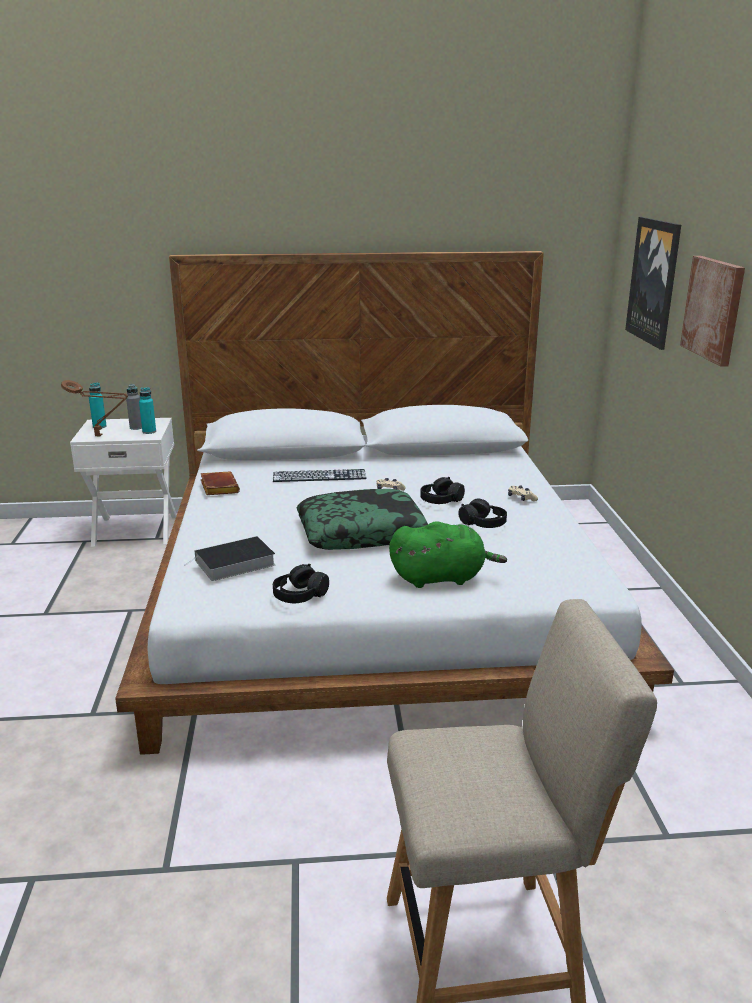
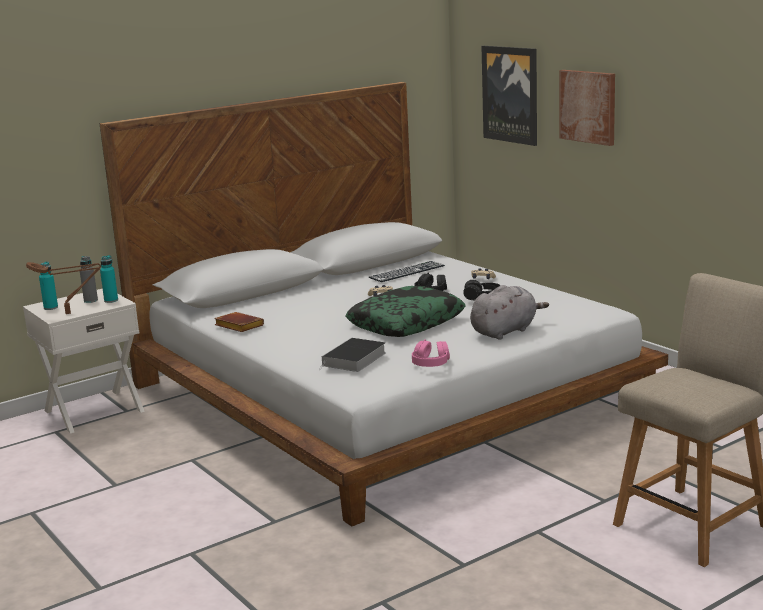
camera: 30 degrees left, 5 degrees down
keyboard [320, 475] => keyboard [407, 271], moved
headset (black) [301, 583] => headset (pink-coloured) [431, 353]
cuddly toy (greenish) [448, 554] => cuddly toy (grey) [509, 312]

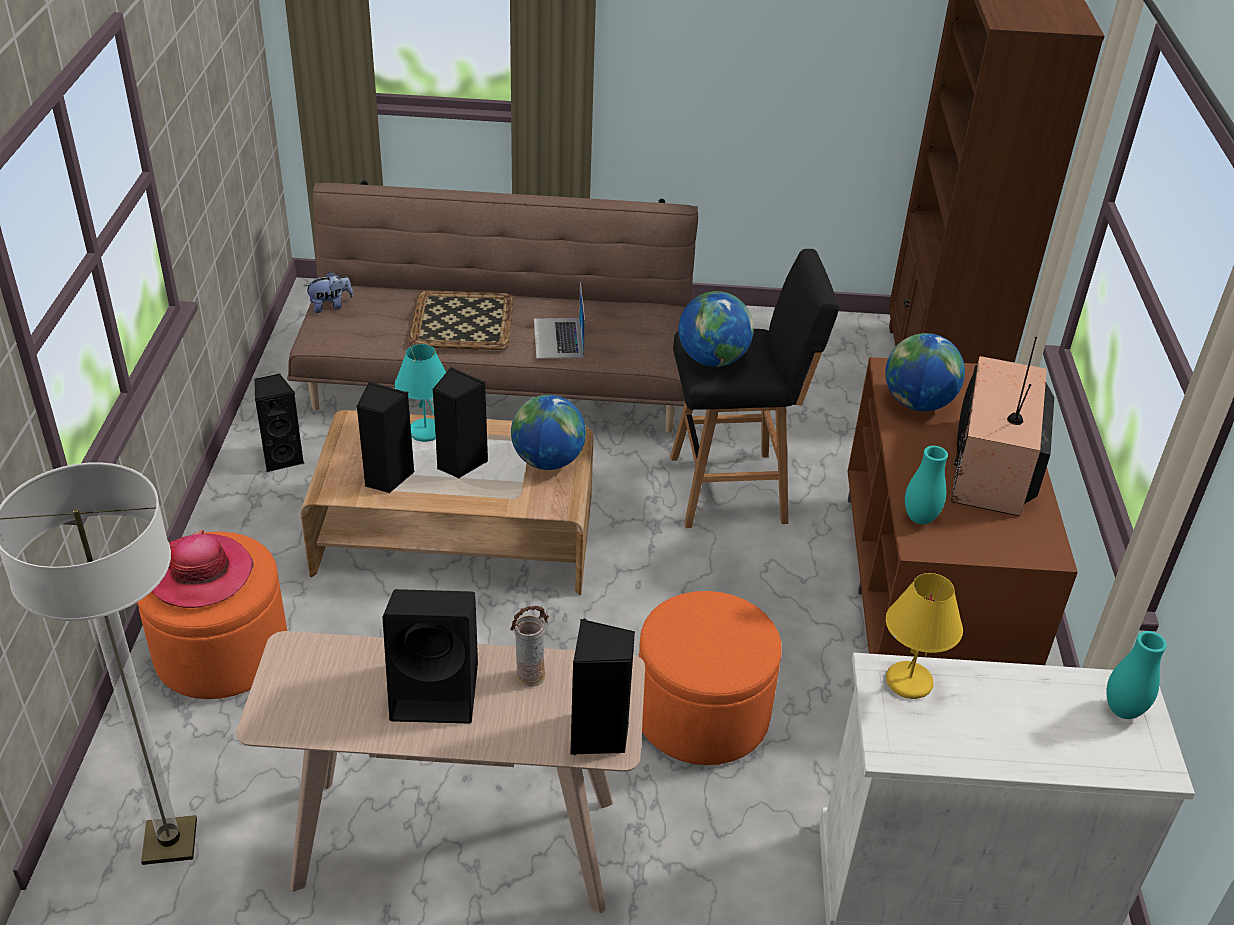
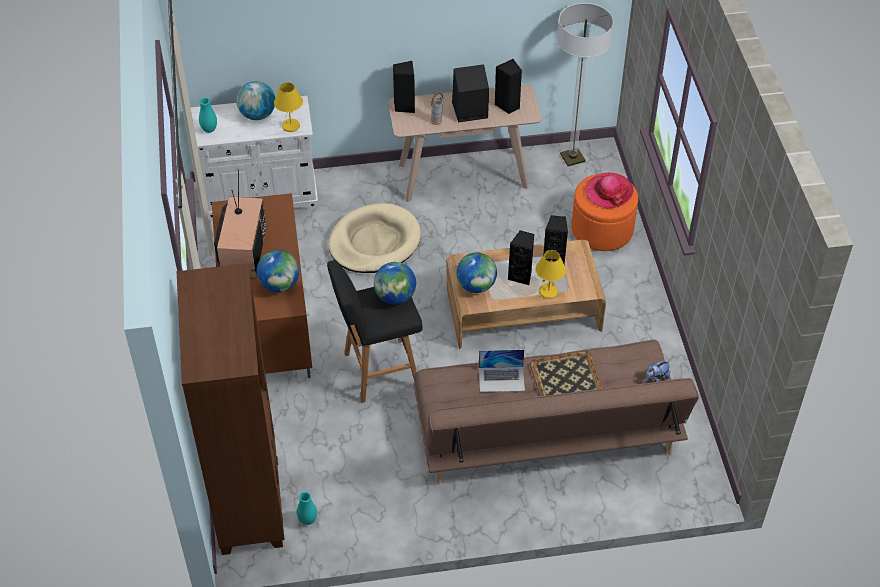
camera: 170 degrees right, 10 degrees up
audio speaker (black) [279, 423] => audio speaker (black) [508, 86], moved
lamp for a table (turquoise-coloured) [420, 393] => lamp for a table (yellow-coloured) [550, 274]
notebook computer [559, 320] => notebook computer [502, 371], 105 degrees clockwise
footrest (orange) [710, 678] => pet bed (beige) [374, 238]
vase (turquoise-coloured) [926, 485] => vase (turquoise-coloured) [307, 508], moved
nothing => globe [255, 100]

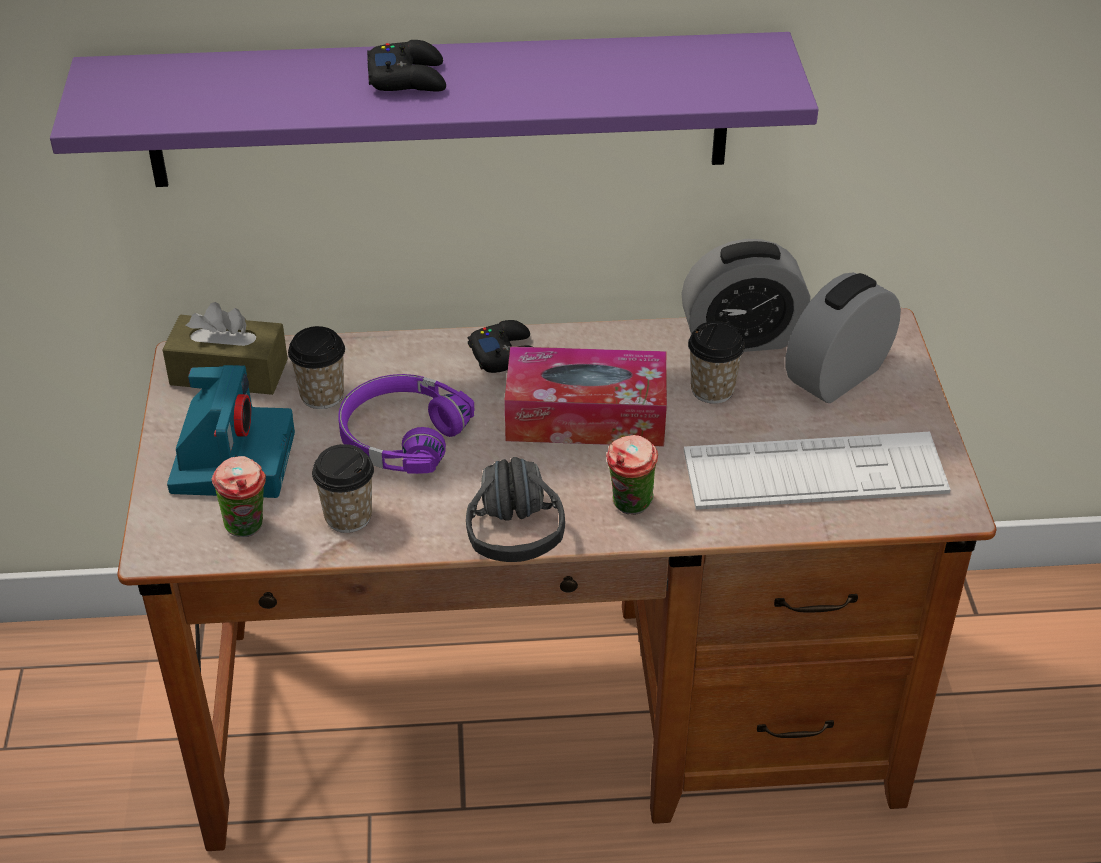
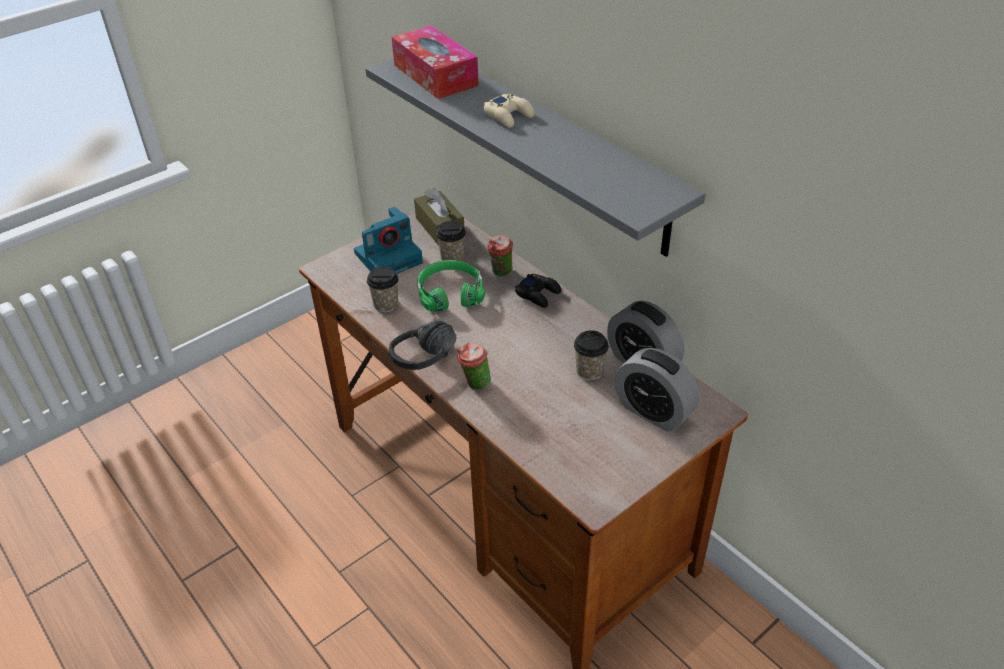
camera: 55 degrees right, 0 degrees up
shelf (purple) [434, 109] => shelf (grey) [535, 157]
small cup [239, 496] => small cup [500, 256], moved
headset (purple) [406, 424] => headset (greenish) [451, 286]
gamepad (black) [406, 65] => gamepad (beige) [509, 111]
tissue box [586, 396] => tissue box [435, 62], moved
keyboard [817, 471] => nothing
bedside clock [843, 337] => bedside clock [657, 389], 150 degrees counterclockwise

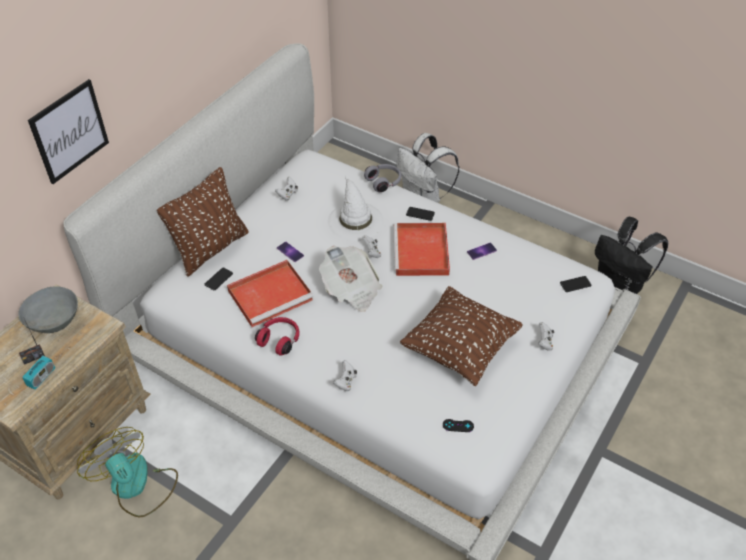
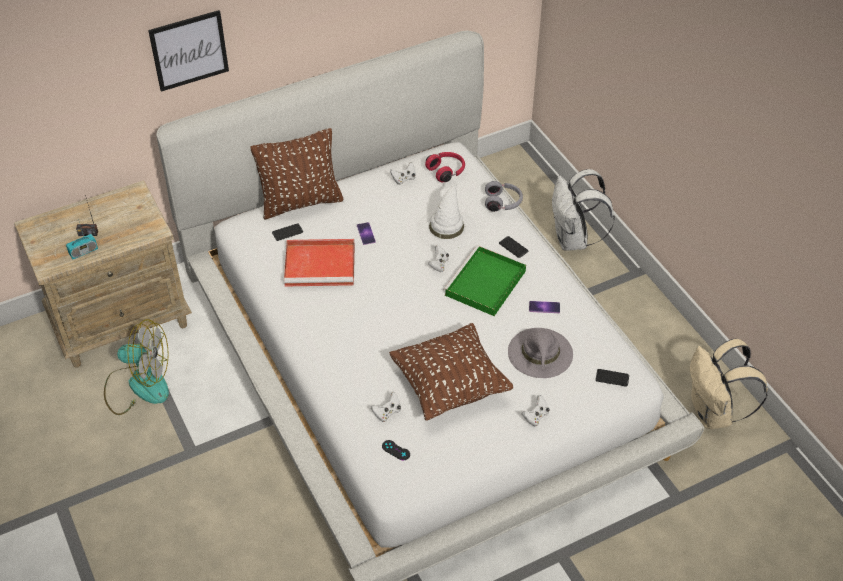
camera: 30 degrees right, 0 degrees up
bowl (grey) [48, 309] => nothing
fan [127, 472] => fan [136, 367], 105 degrees clockwise
headset (red-coloured) [277, 336] => headset (red-coloured) [445, 167], moved
daily paper [350, 279] => nothing
gamepad (white) [345, 375] => gamepad (white) [386, 407], moved
carrying tray (red-coloured) [421, 249] => carrying tray (greenish) [484, 280]
backpack (black) [632, 255] => backpack (beige) [729, 383]
nothing => wearable hat (grey) [540, 353]

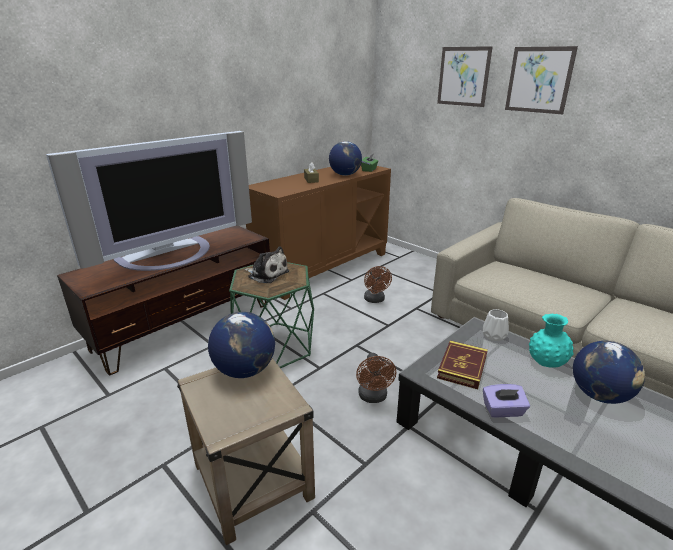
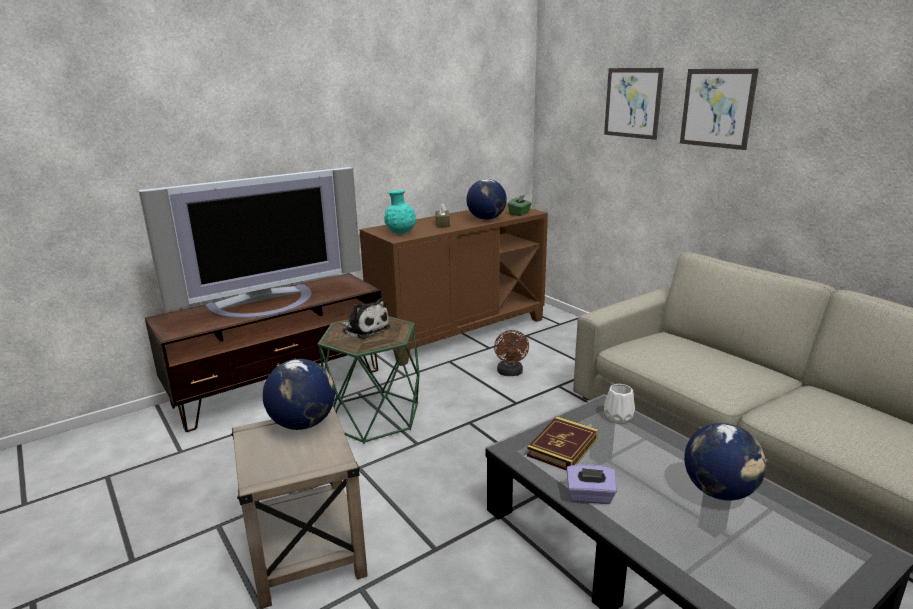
camera: 10 degrees right, 5 degrees down
fan (brownish) [376, 378] => nothing
vase (turquoise-coloured) [551, 341] => vase (turquoise-coloured) [400, 212], moved

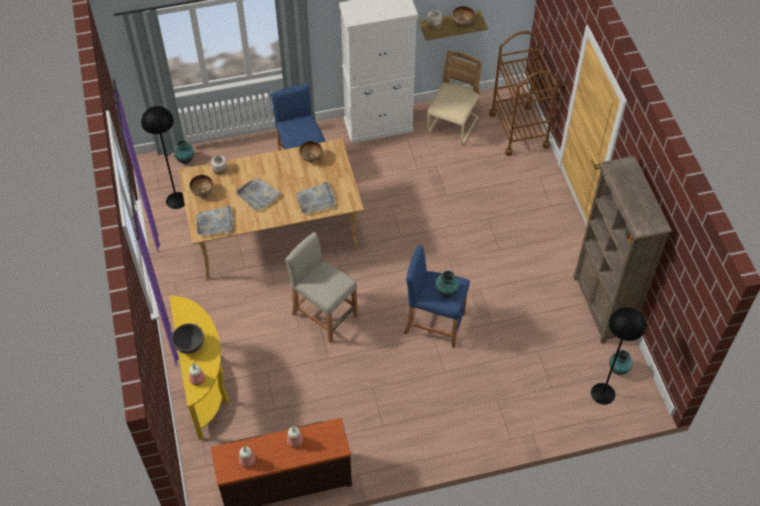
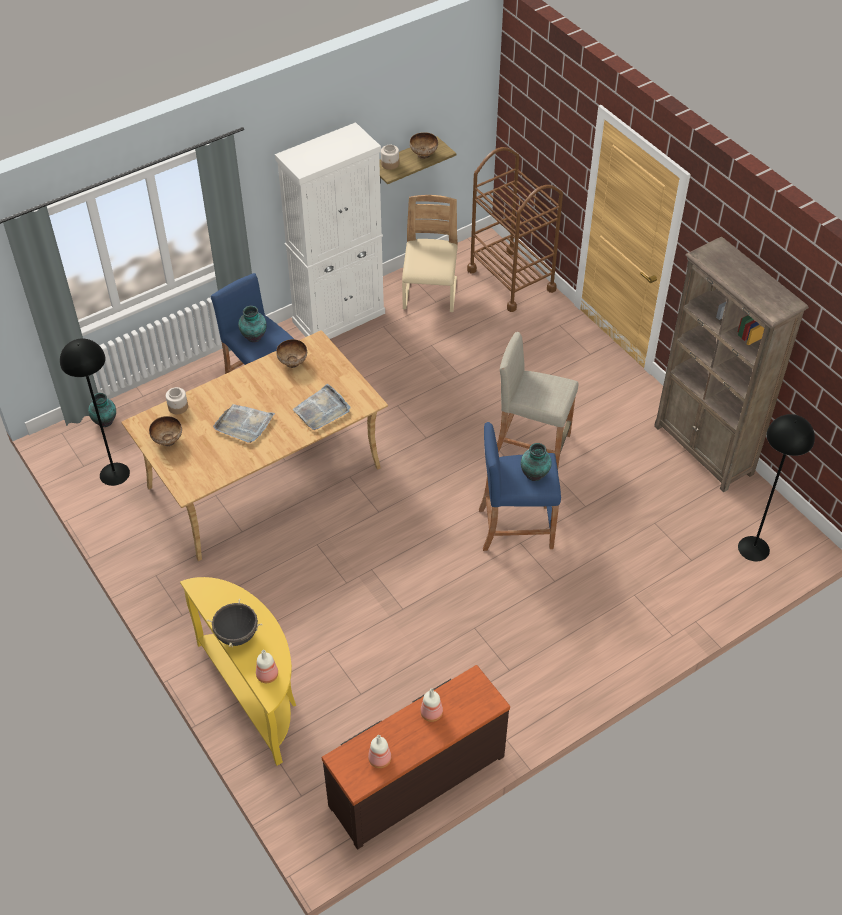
camera: 20 degrees left, 5 degrees down
carrying tray (grey) [215, 220] => nothing
stool (beige) [321, 287] => stool (beige) [538, 400], moved
vase [620, 362] => vase [252, 324], moved

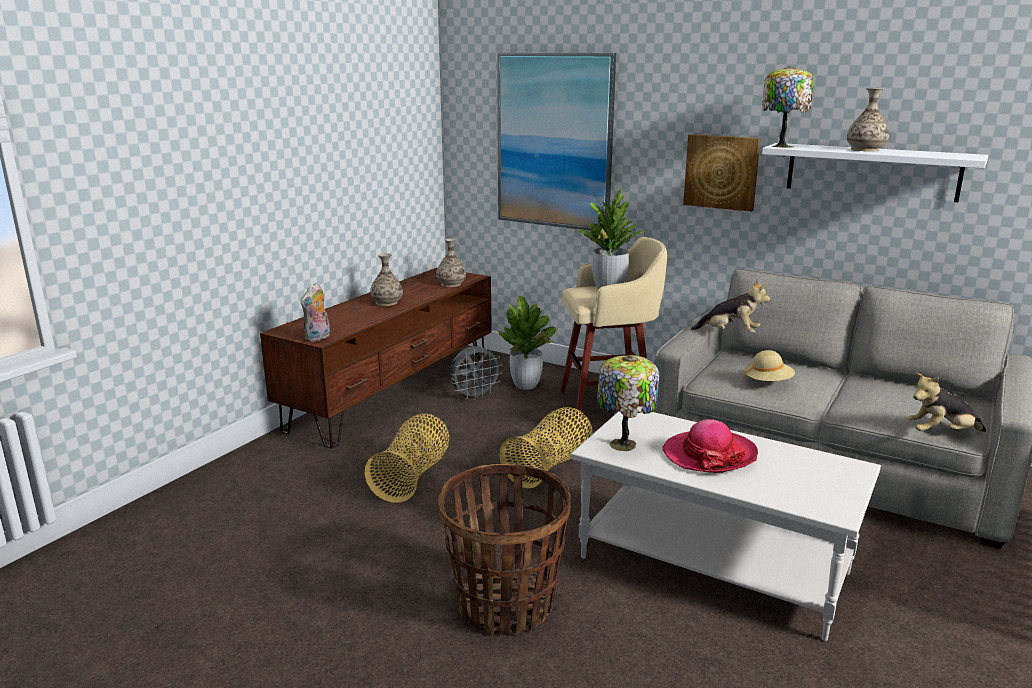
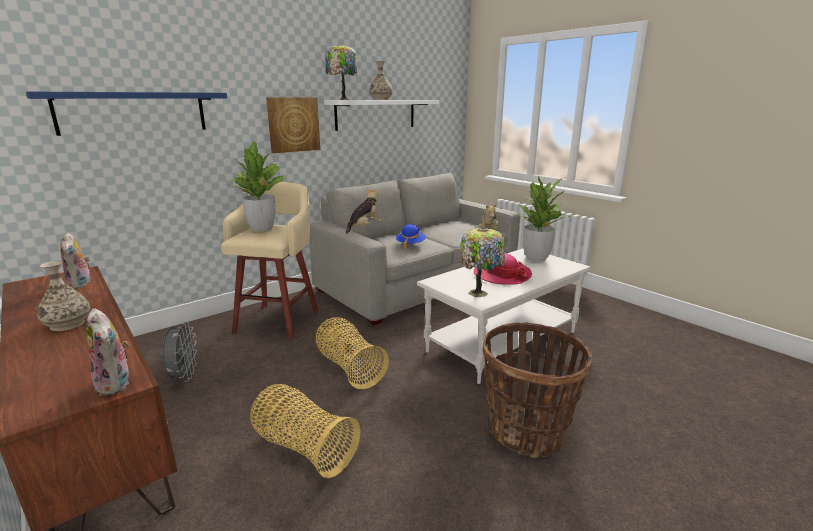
camera: 70 degrees left, 0 degrees up
vase [451, 263] => cuddly toy [76, 260]
picture [556, 142] => shelf (blue-coloured) [126, 113]
houseplant [527, 343] => houseplant [542, 218], moved
wearable hat (beige) [769, 365] => wearable hat (blue-coloured) [411, 236]

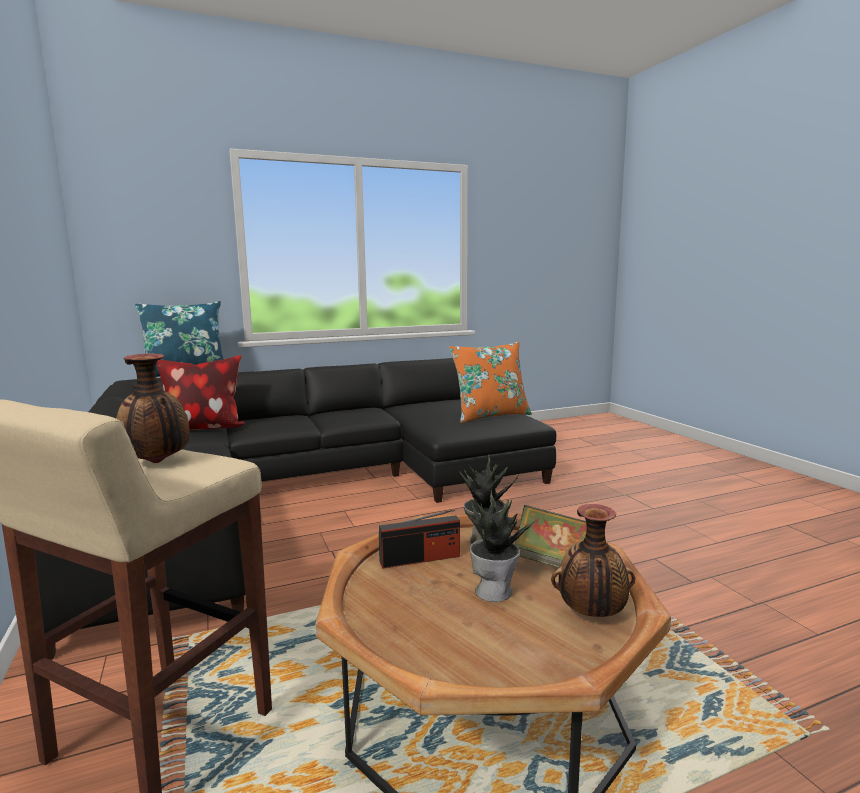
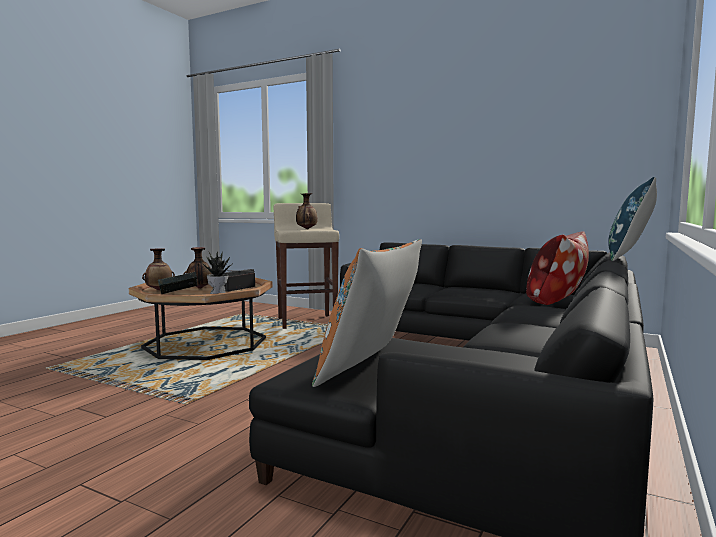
camera: 140 degrees right, 5 degrees down
houseplant [502, 546] => vase [198, 268]

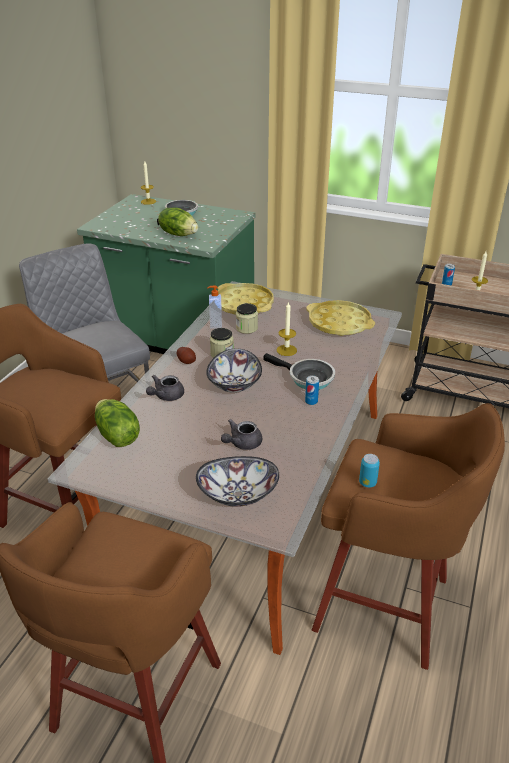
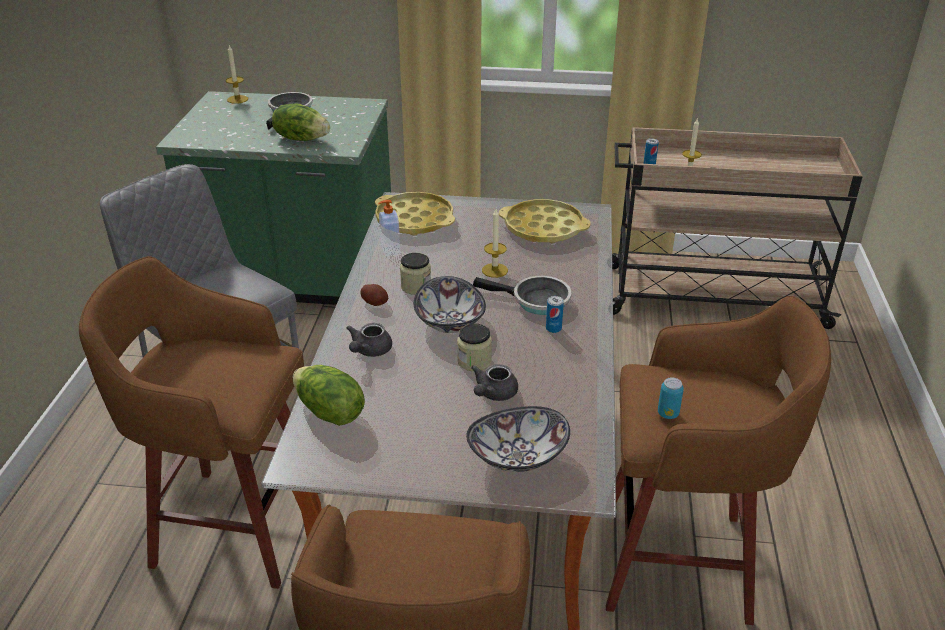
camera: 15 degrees left, 0 degrees up
preserve jar [247, 318] => preserve jar [474, 347], moved

